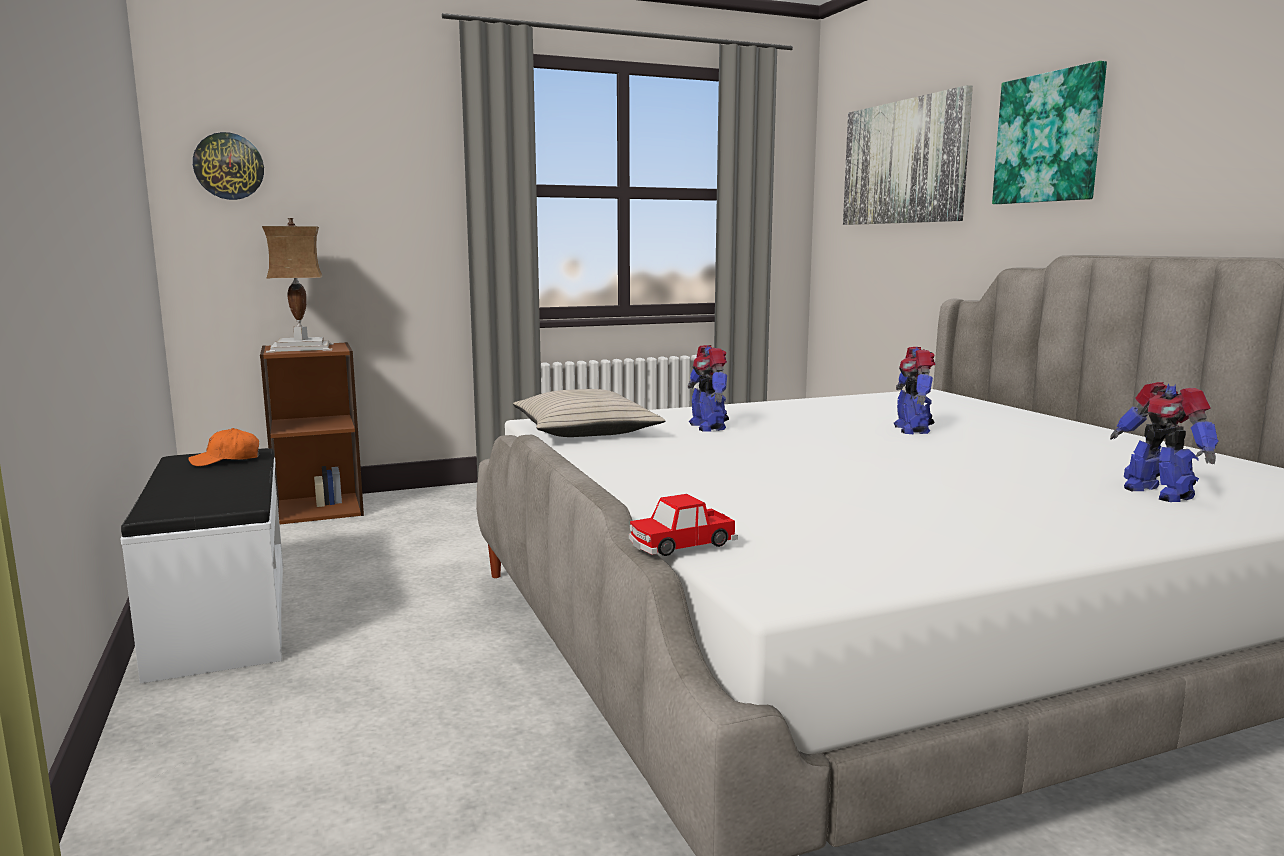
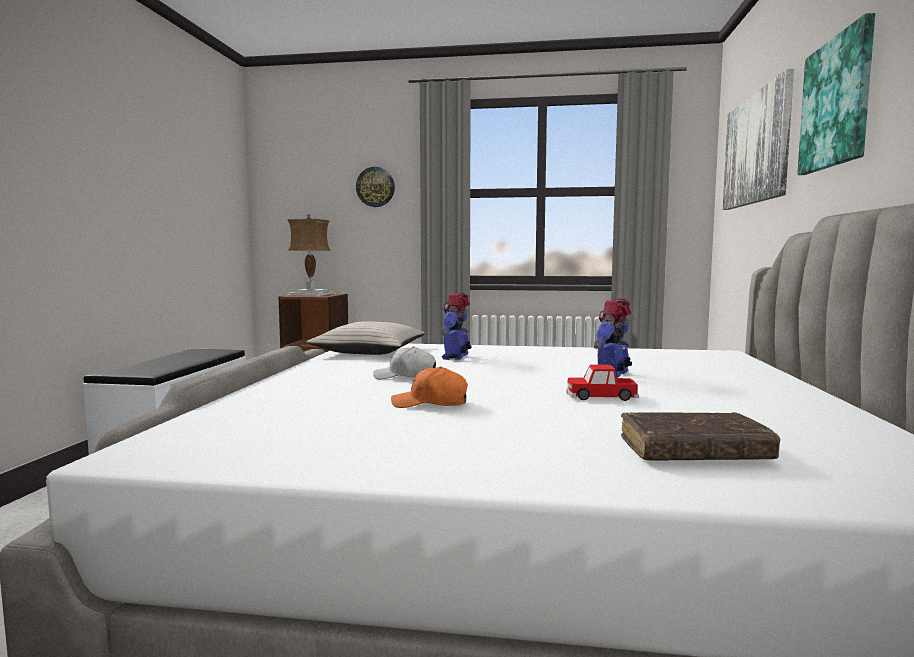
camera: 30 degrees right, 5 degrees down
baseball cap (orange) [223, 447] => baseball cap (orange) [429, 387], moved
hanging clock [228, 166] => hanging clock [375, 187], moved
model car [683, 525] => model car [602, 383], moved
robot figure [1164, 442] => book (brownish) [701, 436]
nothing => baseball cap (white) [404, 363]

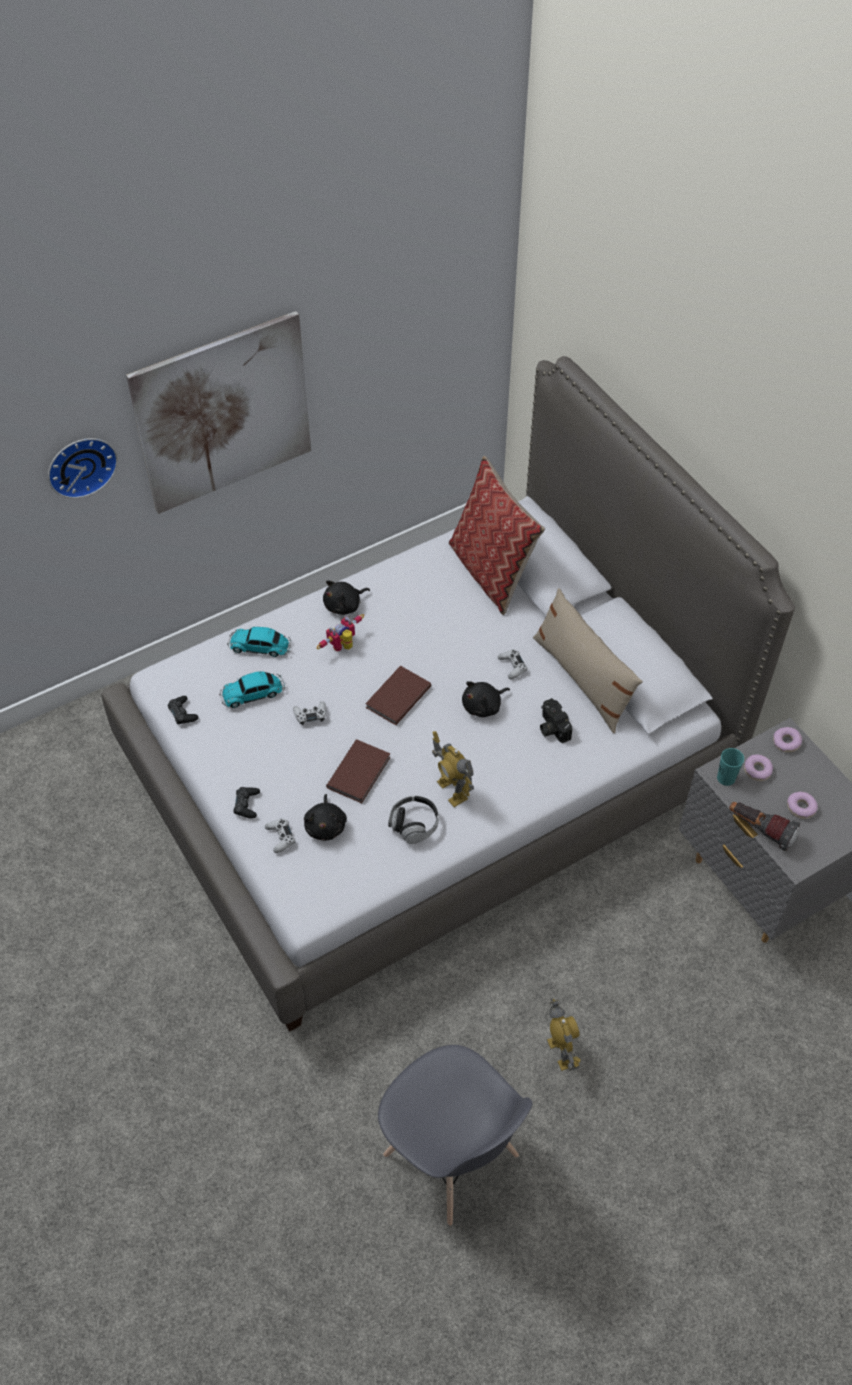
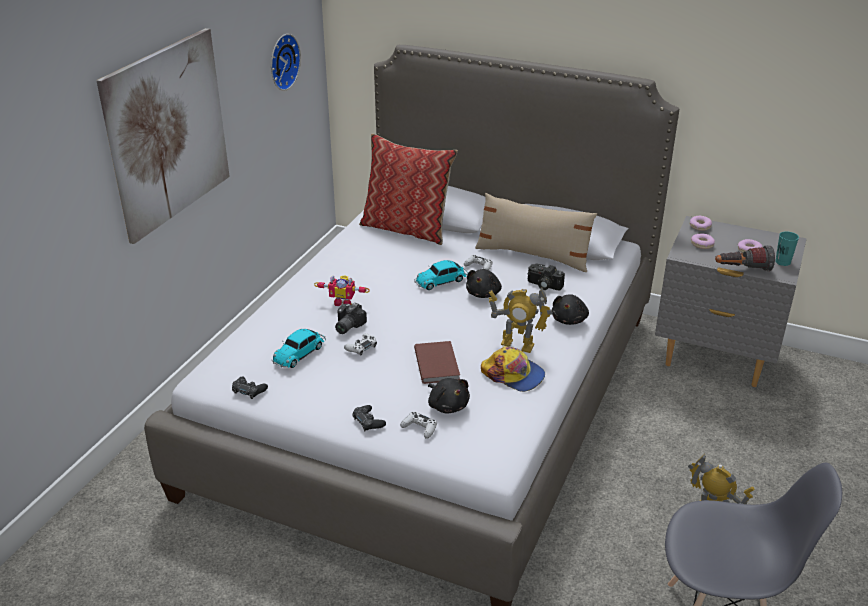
camera: 35 degrees left, 20 degrees down
hanging clock [83, 468] => hanging clock [286, 62], moved
model car [259, 642] => model car [441, 275], moved
robot figure [340, 632] => robot figure [342, 290], 90 degrees counterclockwise
cuddly toy (black) [346, 598] => cuddly toy (black) [570, 309], moved
book (brownish) [398, 695] => nothing
headset [413, 820] => baseball cap [513, 369]
small cup (turquoise-coloured) [730, 767] => small cup (turquoise-coloured) [787, 248], moved
nothing => photo camera [351, 318]

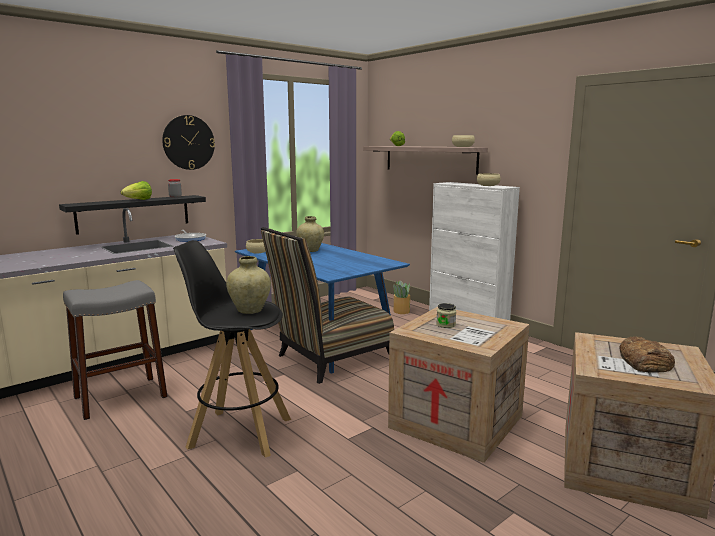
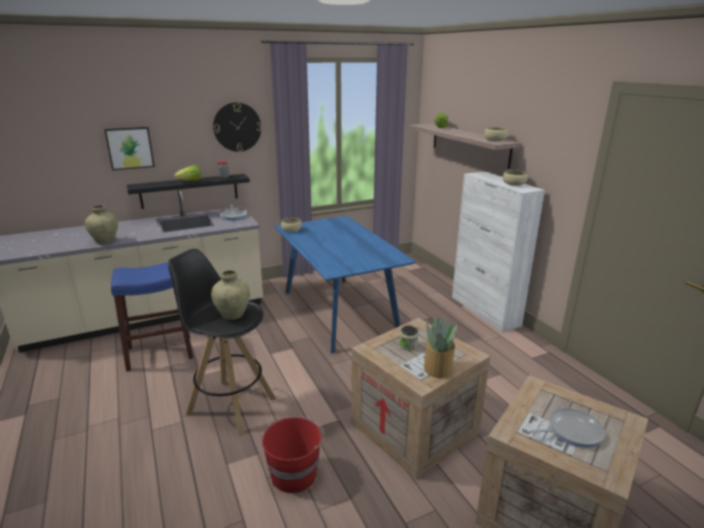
camera: 15 degrees right, 10 degrees up
stool (grey) [115, 350] => stool (blue-coloured) [152, 316]
upright chair [327, 305] => nothing
vase (beige) [310, 234] => vase (beige) [101, 224], moved
houseplant [401, 297] => houseplant [440, 347], moved
bakery bread [647, 355] => pan [567, 428]
nothing => picture [129, 148]
nothing => pail (red-coloured) [293, 454]

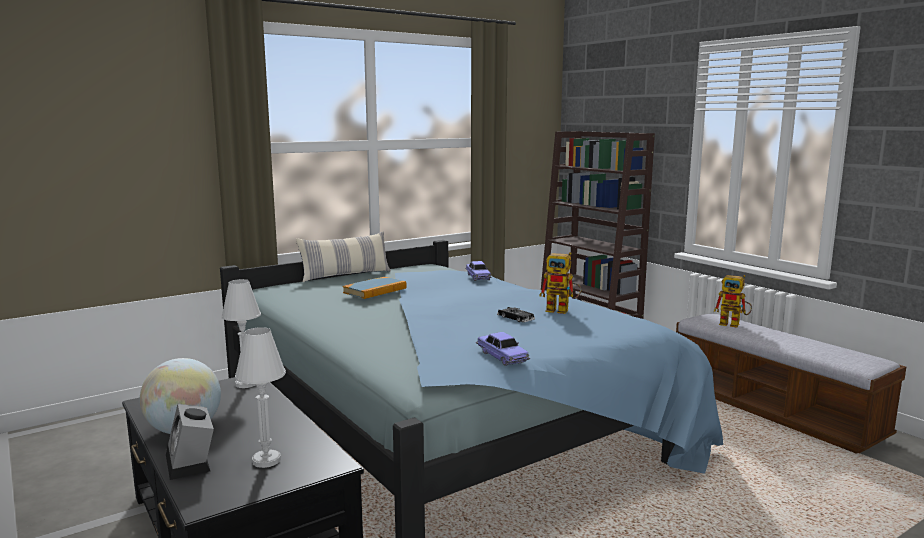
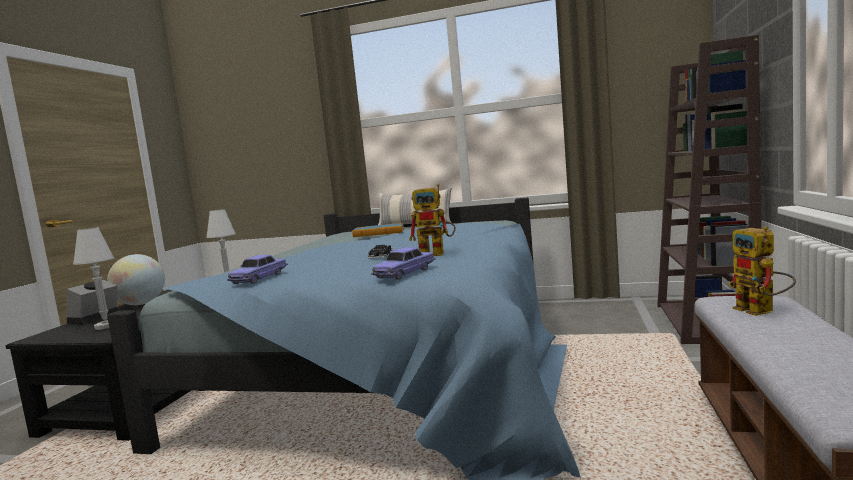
camera: 50 degrees right, 5 degrees down
model car [478, 271] => model car [403, 263], moved
robot figure [560, 283] => robot figure [432, 220], 60 degrees counterclockwise

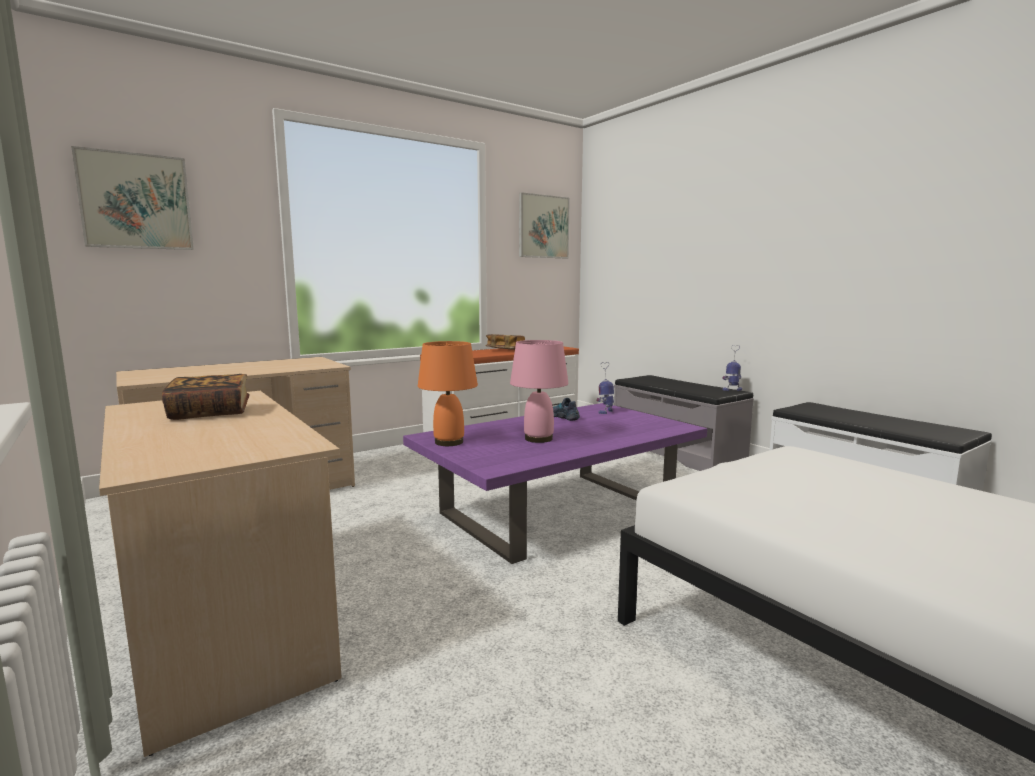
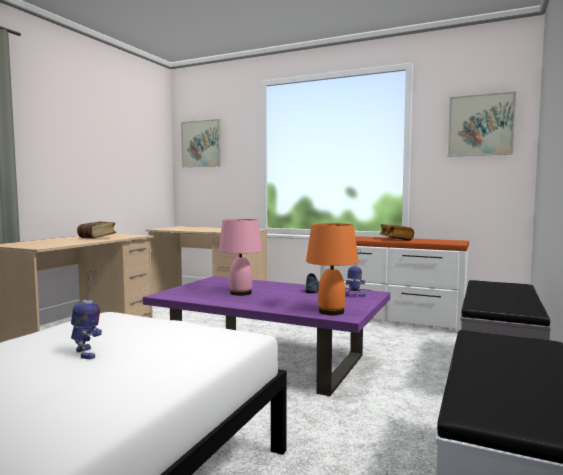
camera: 60 degrees right, 5 degrees down
lamp for a table (orange) [448, 393] => lamp for a table (orange) [332, 269], moved
robot figure [732, 368] => robot figure [86, 314], moved

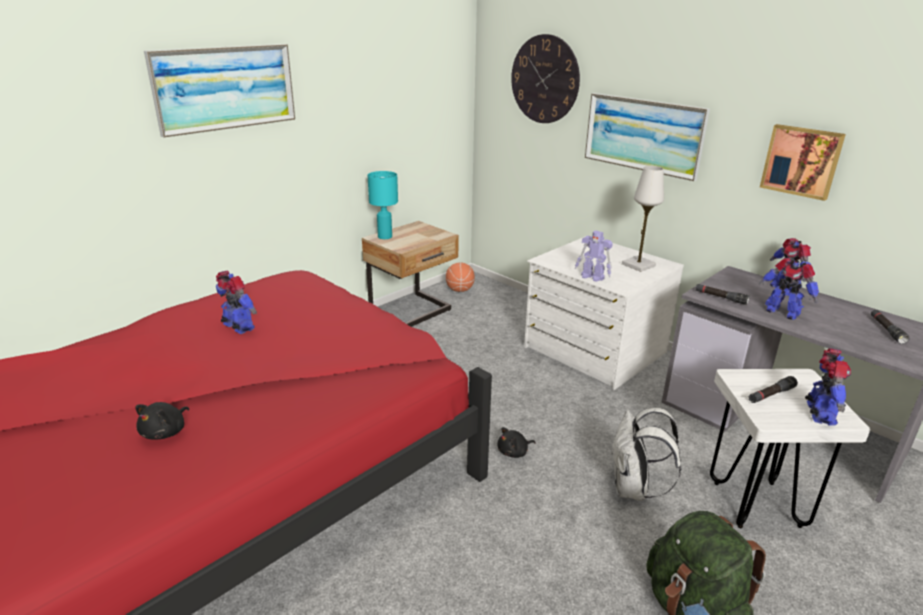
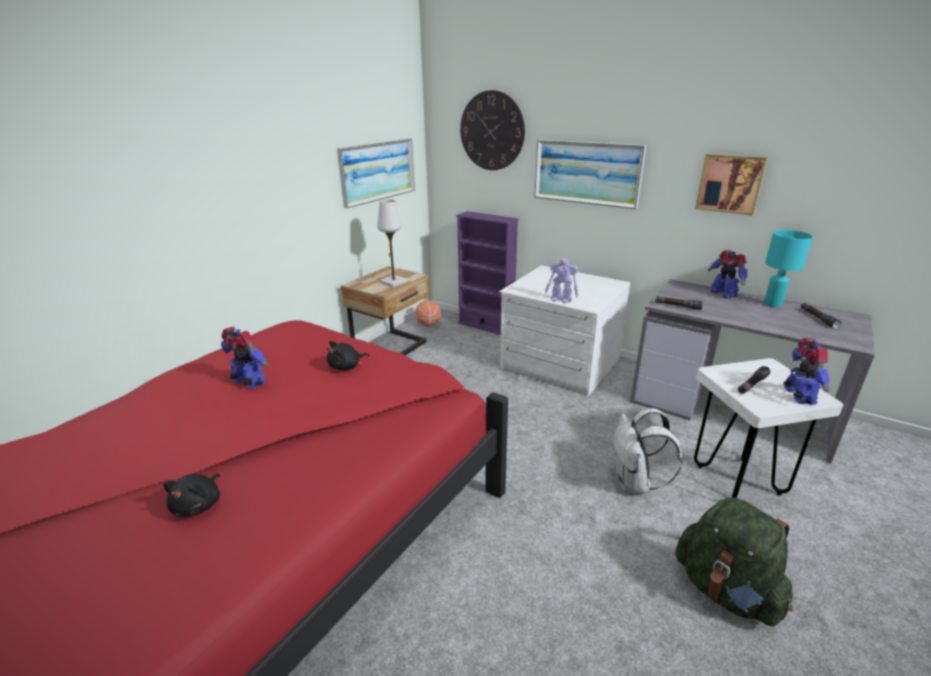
camera: 10 degrees left, 0 degrees up
picture [219, 91] => picture [376, 173], moved
lamp for a table (turquoise-coloured) [383, 205] => lamp for a table (turquoise-coloured) [788, 269], moved
cuddly toy (black) [516, 442] => cuddly toy (black) [348, 355], moved
lamp for a table (white) [643, 219] => lamp for a table (white) [392, 243], moved
robot figure [788, 289] => nothing
nothing => bookshelf (purple) [487, 273]

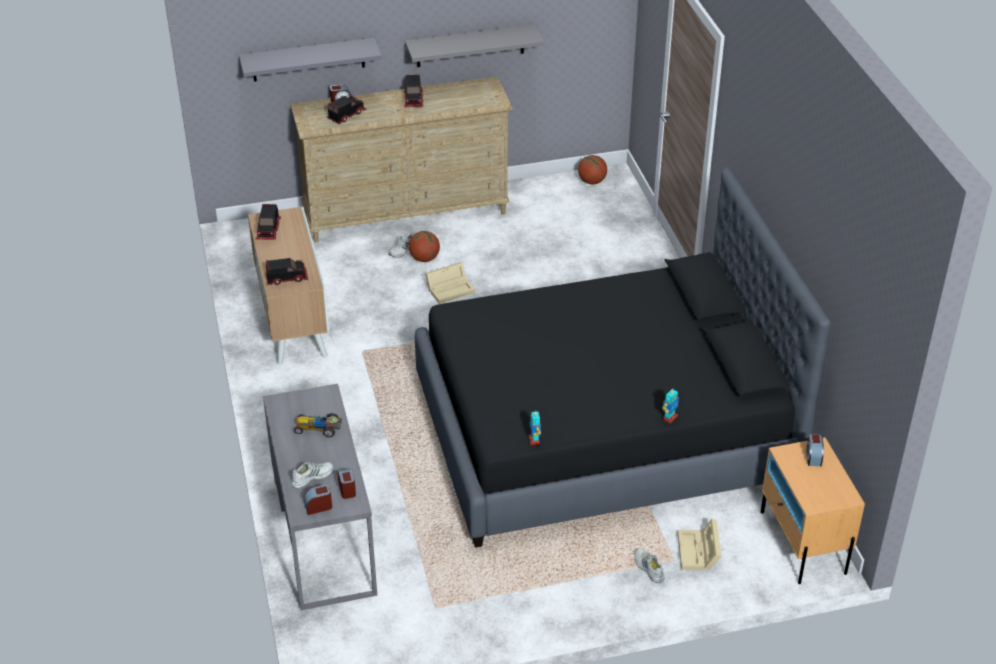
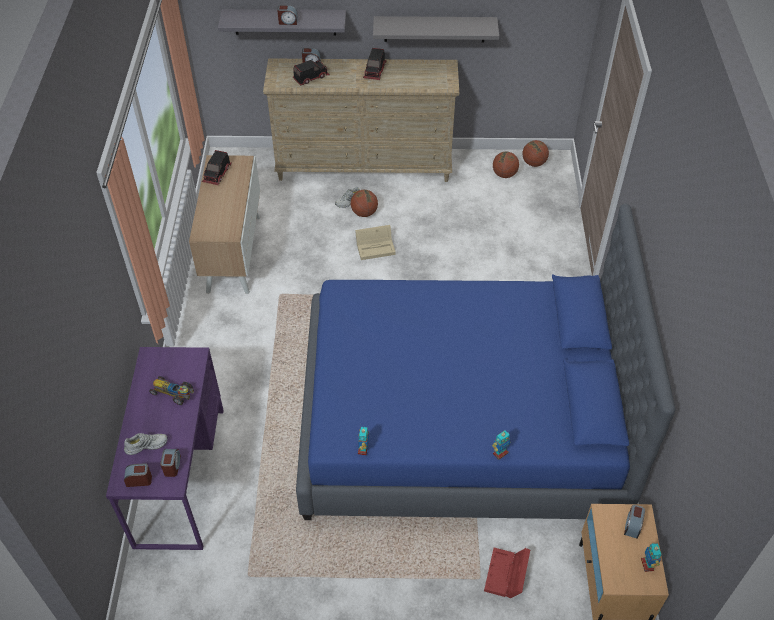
camera: 15 degrees right, 10 degrees up
desk (grey) [320, 497] => desk (purple) [165, 448]
model truck [287, 271] => nothing
bed (black) [622, 358] => bed (blue-coloured) [486, 361]
item of footwear (white) [650, 565] => nothing
storage container (beige) [699, 544] => storage container (red-coloured) [507, 573]
nothing => bedside clock [287, 15]
nothing => basketball ball [506, 165]
nothing => robot figure [651, 557]

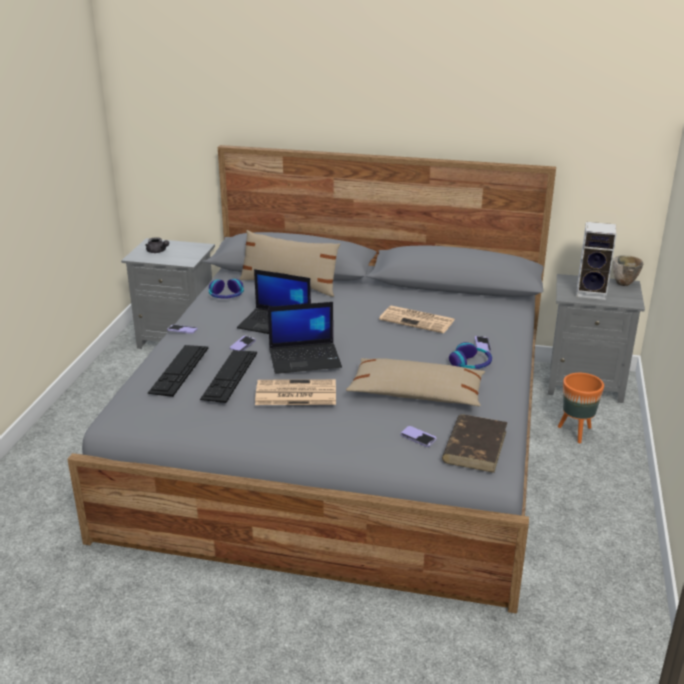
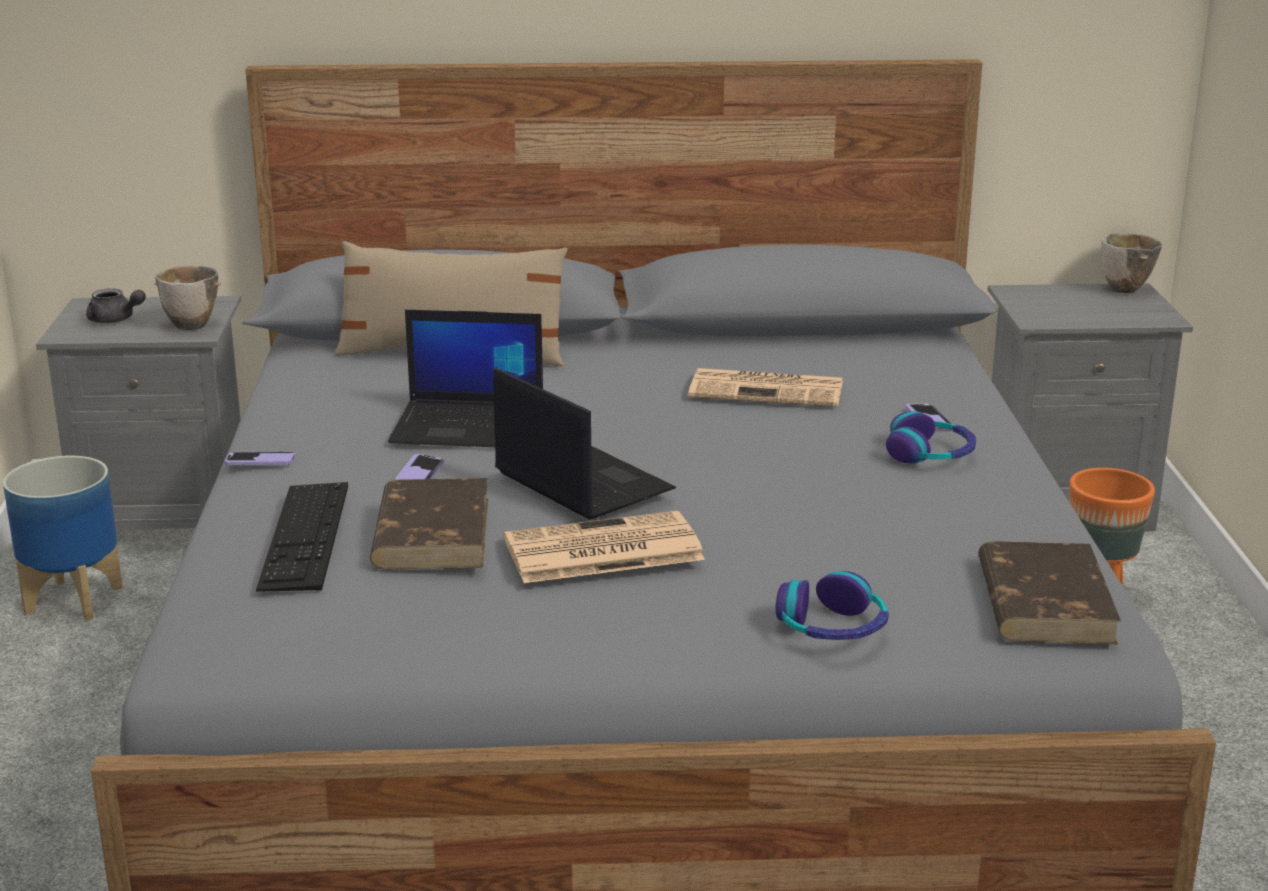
camera: 15 degrees left, 5 degrees down
keyboard [228, 376] => book (brownish) [429, 524]
headset [226, 289] => headset [832, 605], moved
notebook computer [305, 338] => notebook computer [584, 443], 105 degrees counterclockwise
throw pillow (beige) [415, 382] => nothing
telephone [418, 436] => nothing
audio speaker [596, 261] => nothing
nothing => flower pot [63, 538]
nothing => bowl [187, 297]

